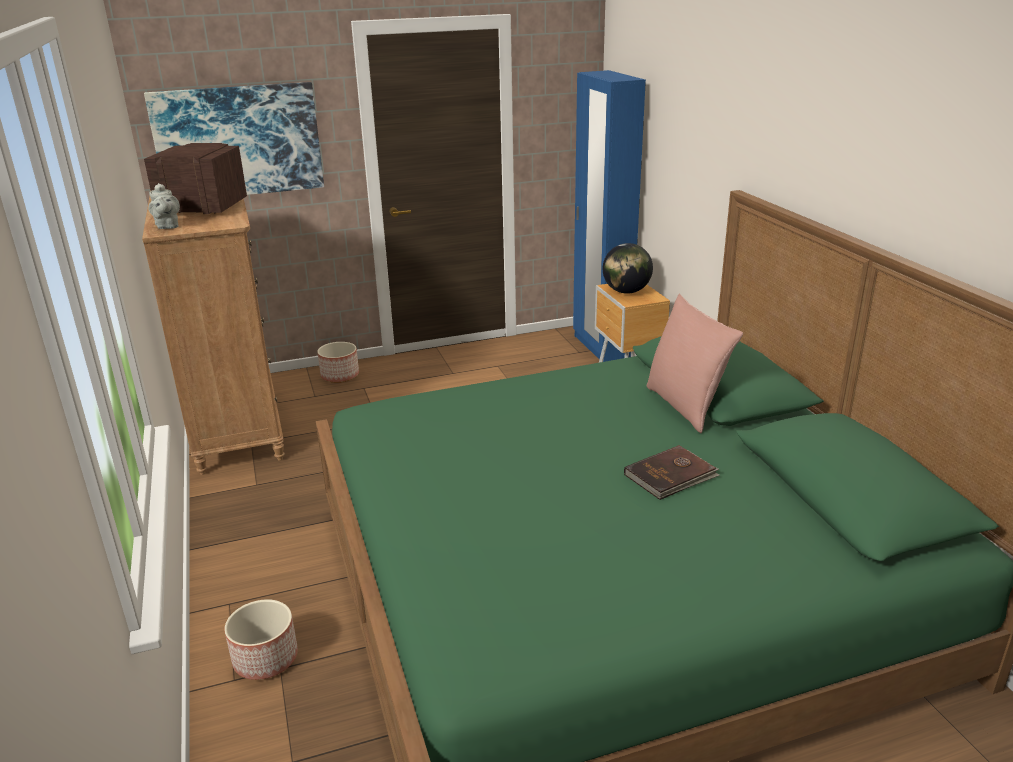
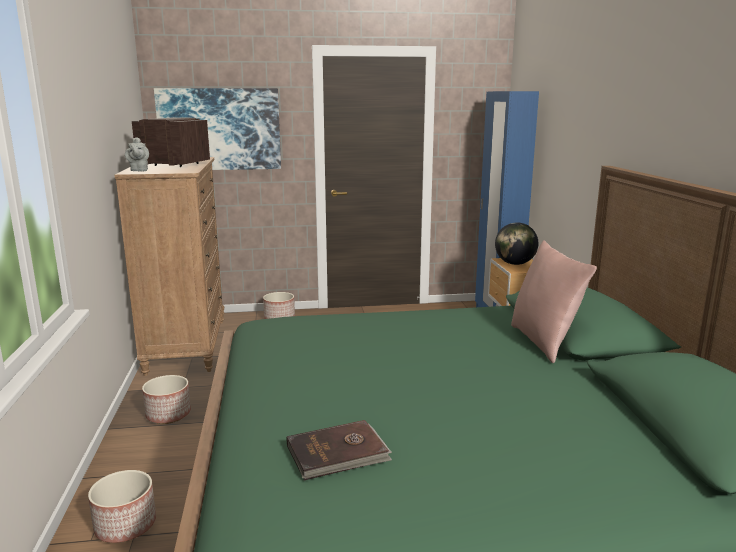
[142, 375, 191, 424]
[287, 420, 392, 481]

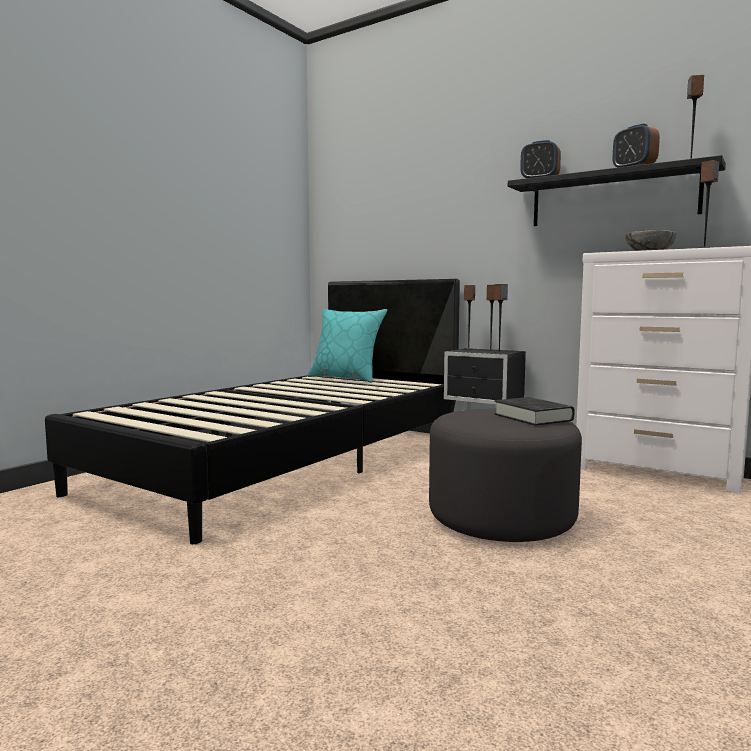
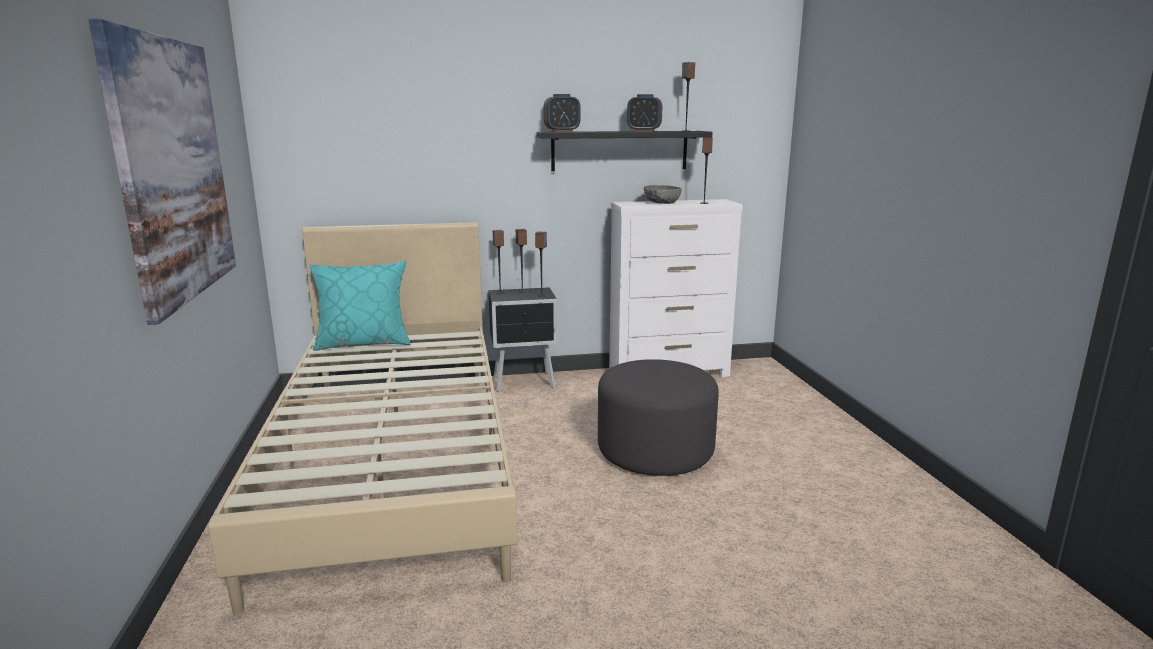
[89, 19, 236, 325]
[208, 222, 517, 616]
[494, 397, 575, 426] (first image)

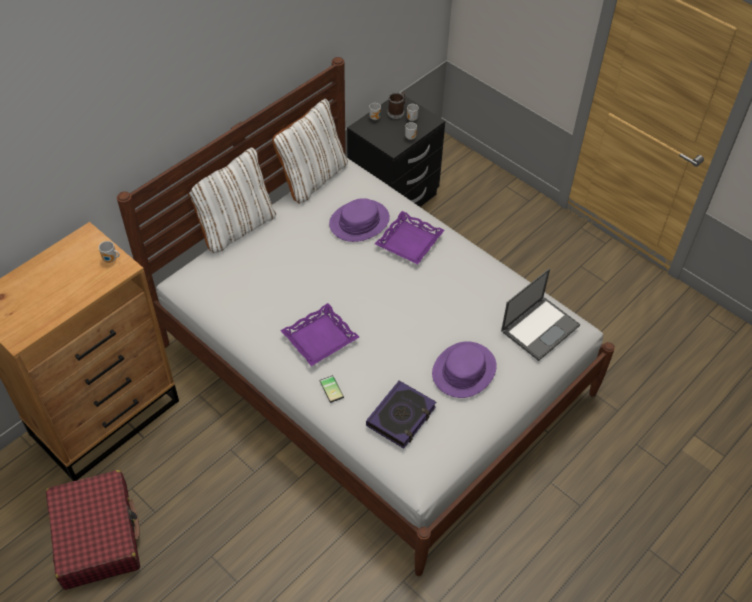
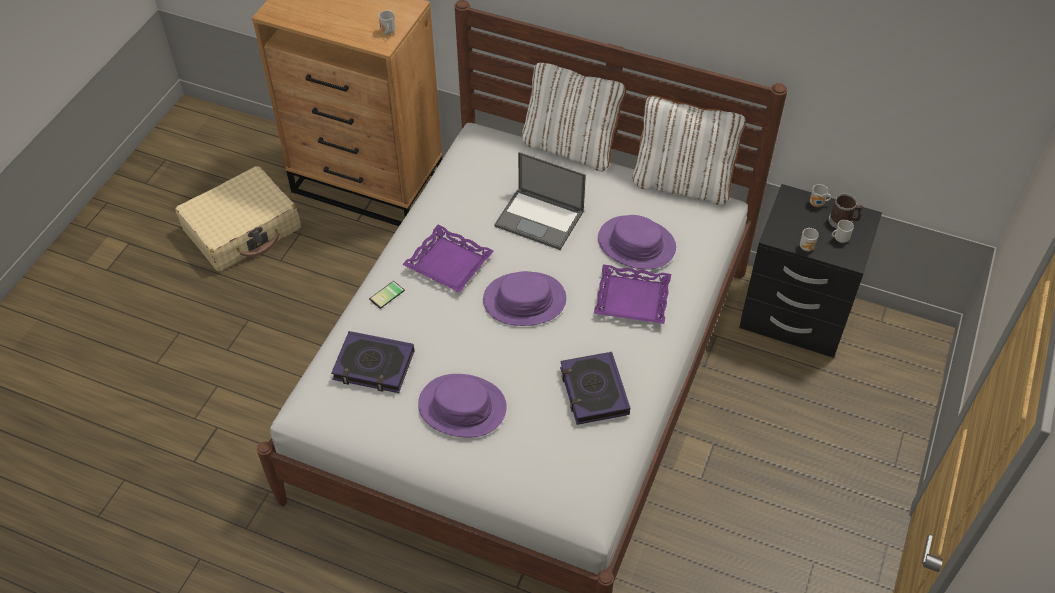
[175, 166, 301, 272]
[483, 271, 566, 326]
[494, 152, 586, 250]
[560, 352, 630, 425]

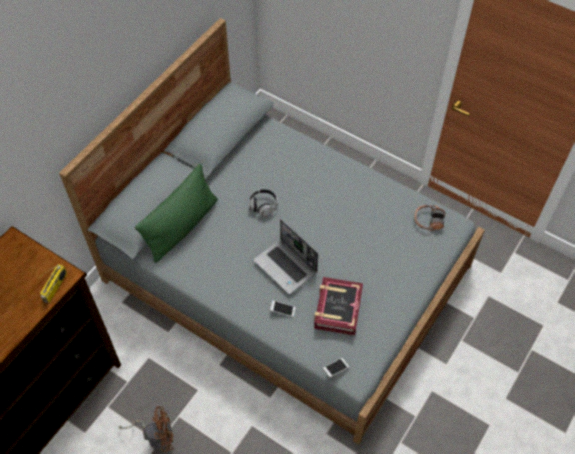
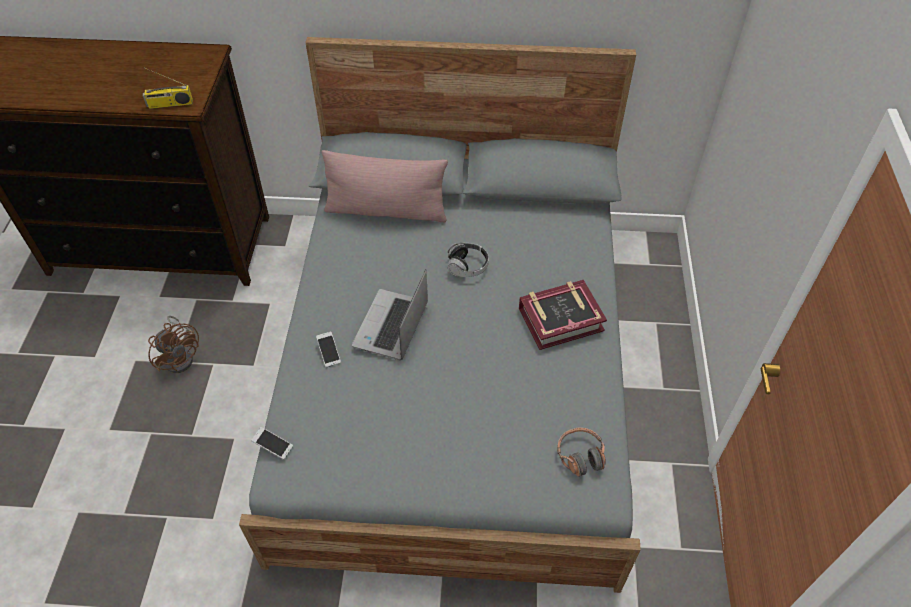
[321, 150, 448, 222]
[519, 280, 607, 350]

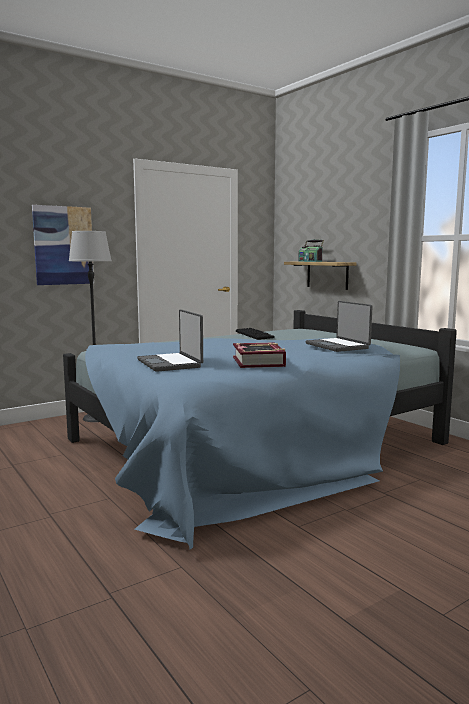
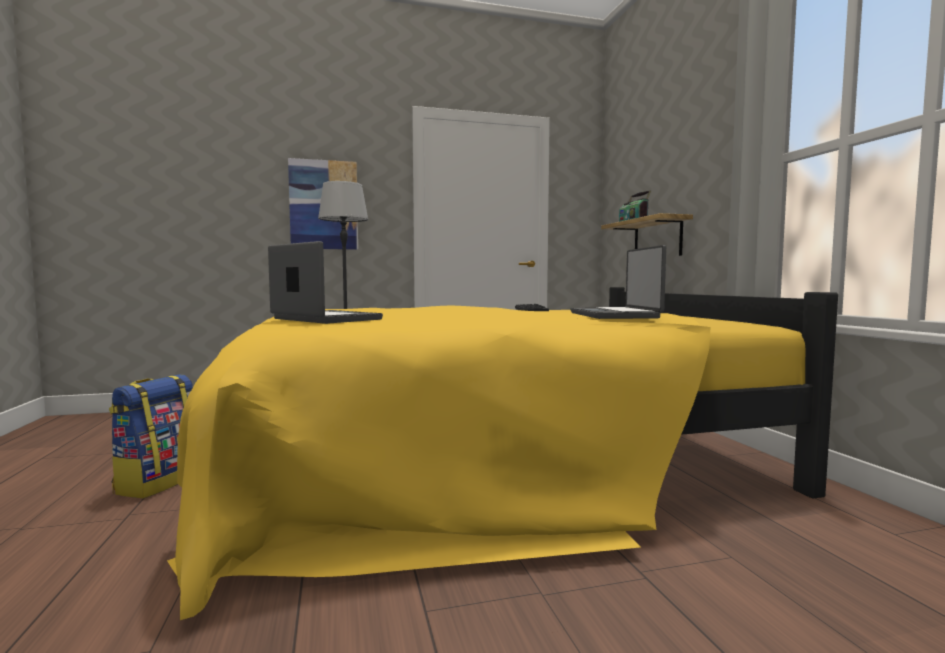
[109, 374, 193, 498]
[167, 287, 838, 620]
[268, 241, 383, 324]
[233, 342, 286, 368] (first image)

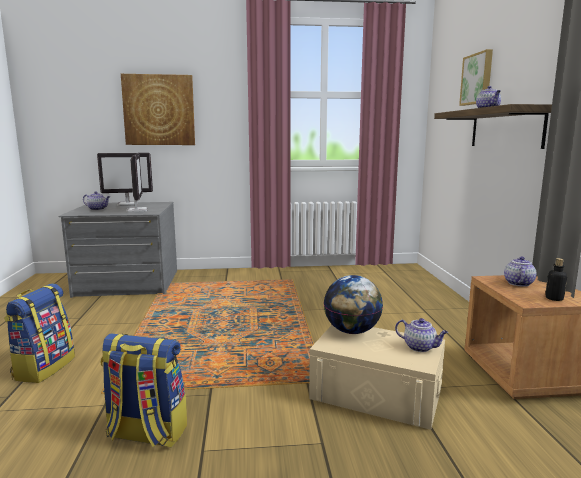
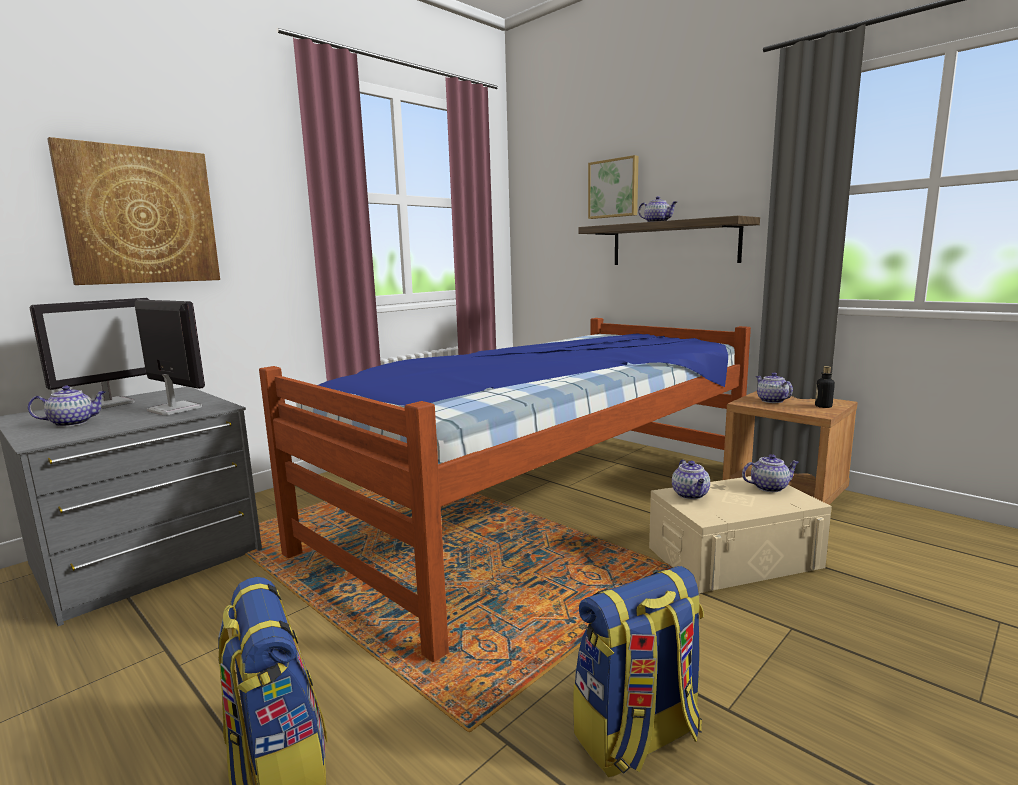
[259, 318, 751, 662]
[672, 460, 710, 499]

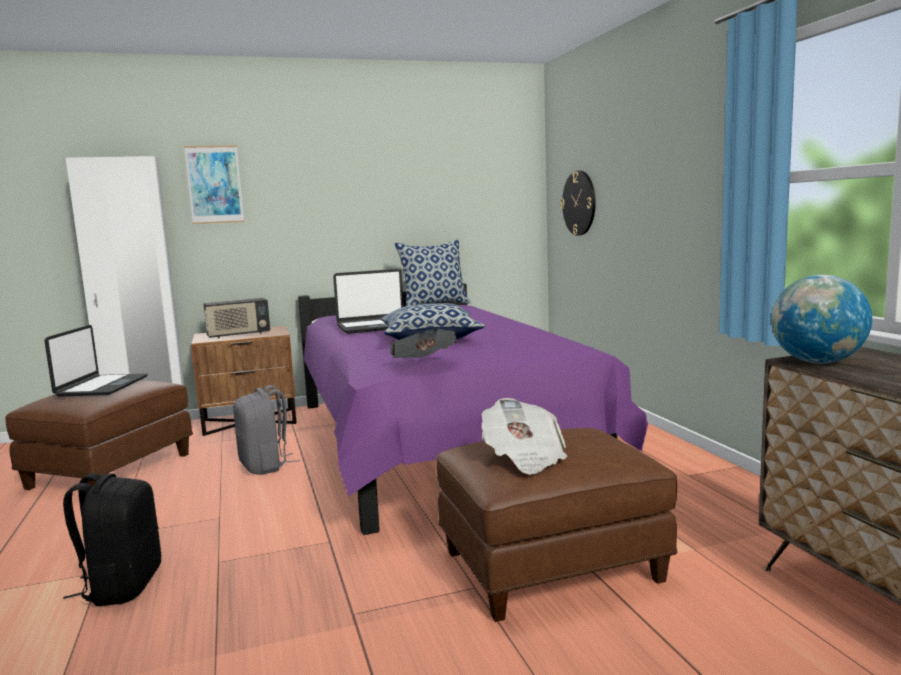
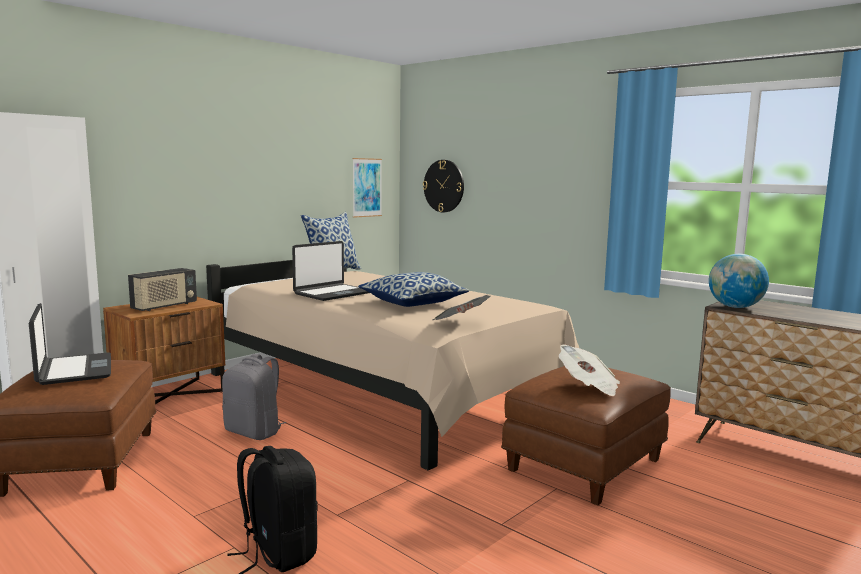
[206, 260, 579, 471]
[352, 158, 382, 218]

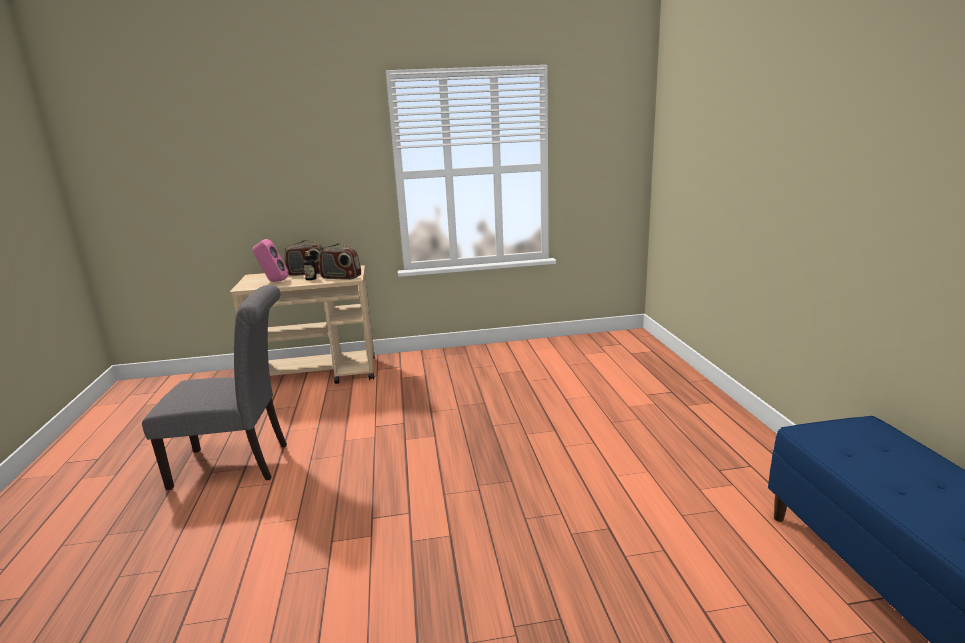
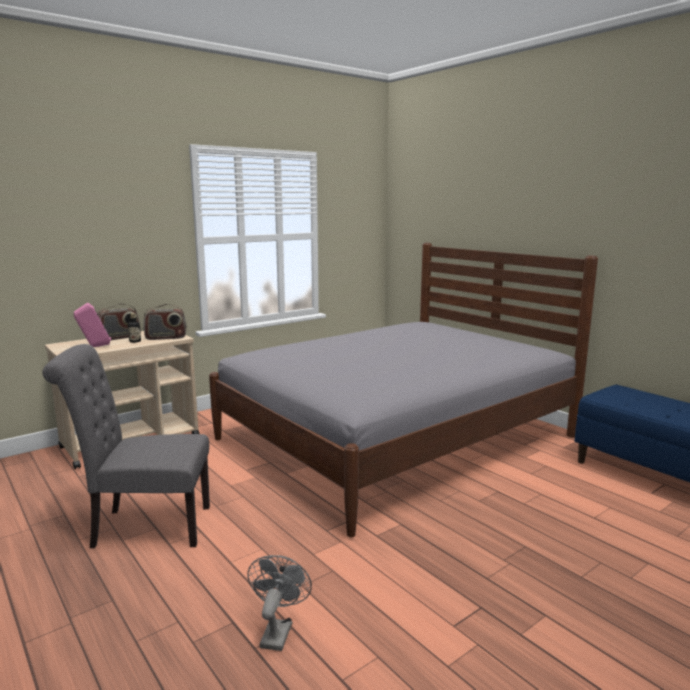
[42, 344, 210, 548]
[209, 243, 598, 537]
[247, 555, 312, 651]

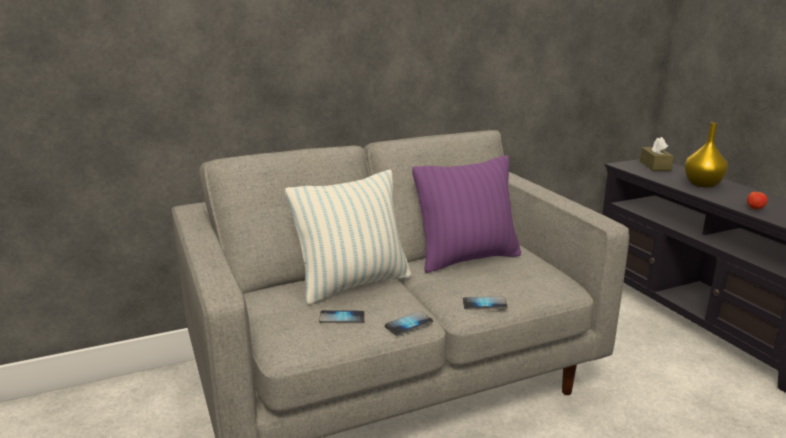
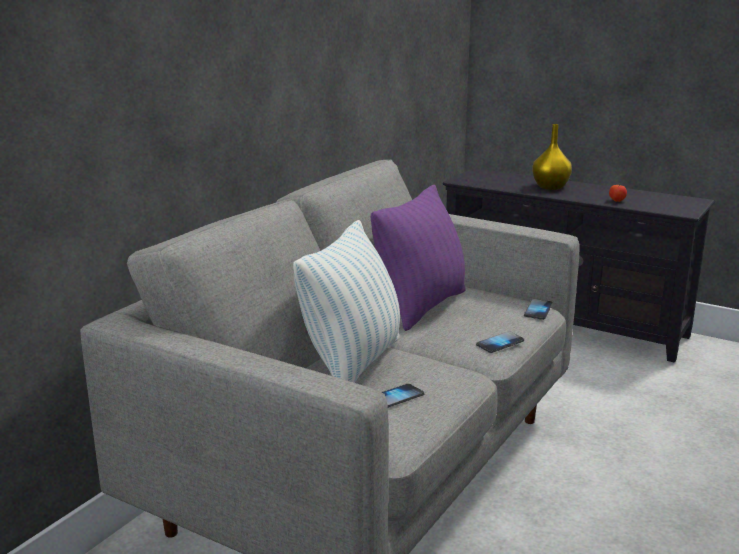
[524, 299, 553, 320]
[640, 137, 674, 171] (first image)

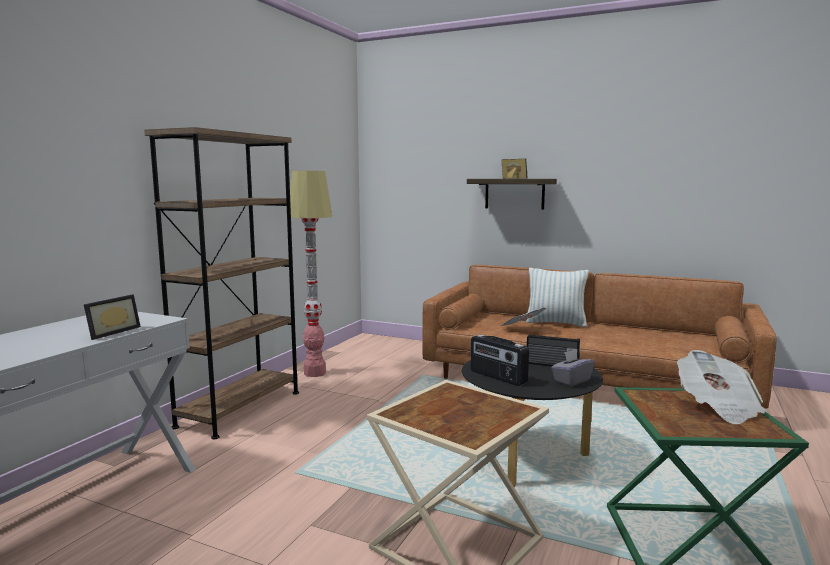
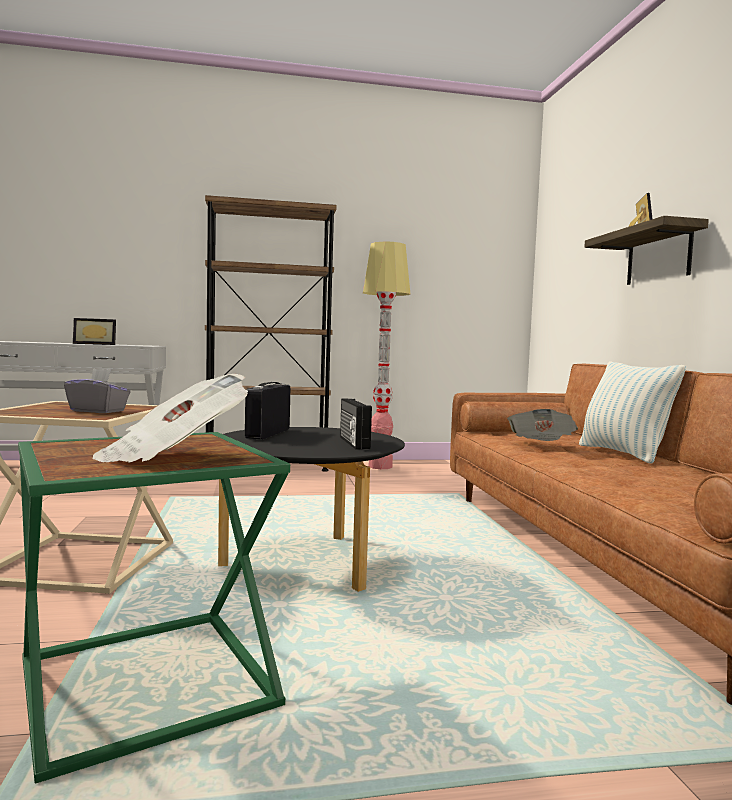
[64, 368, 131, 413]

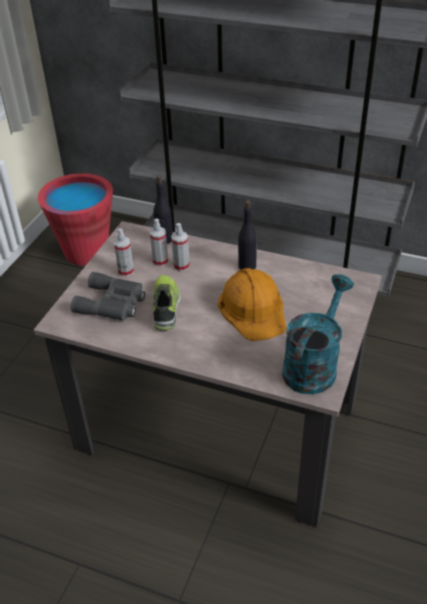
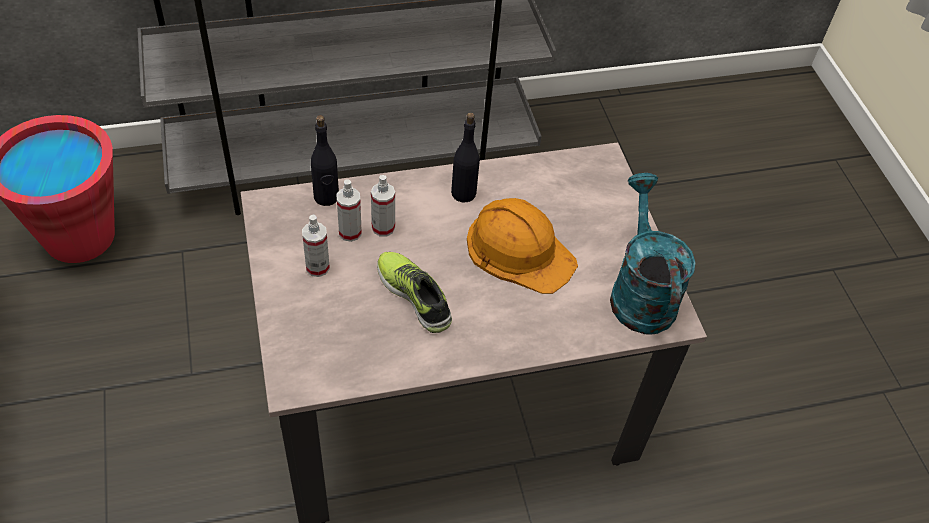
[71, 272, 145, 321] (first image)

